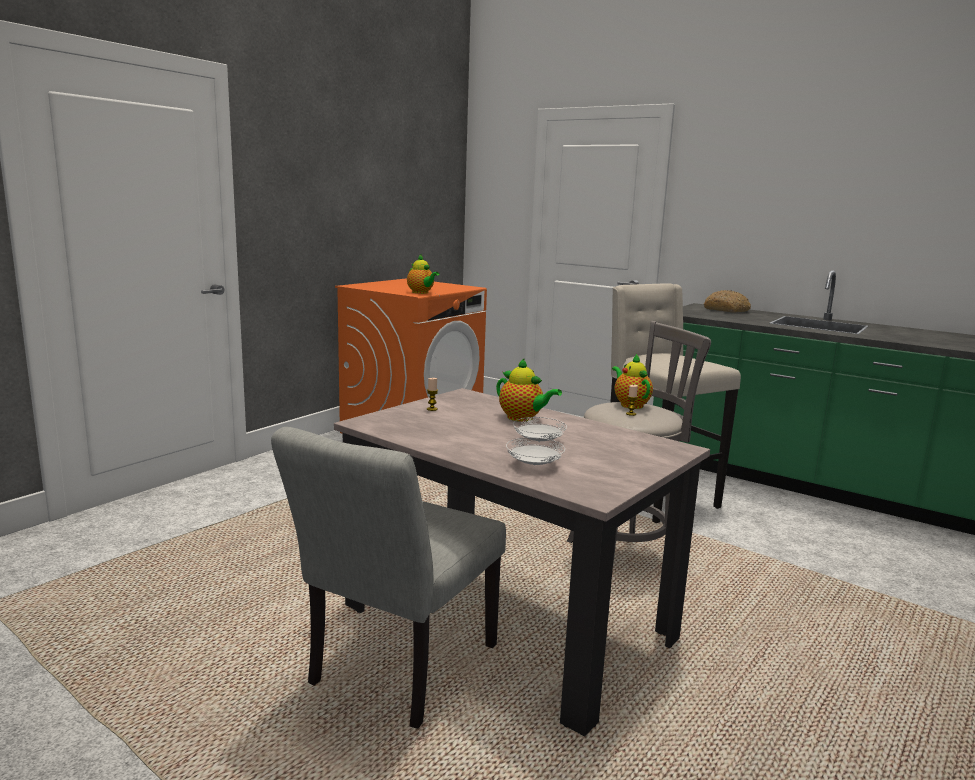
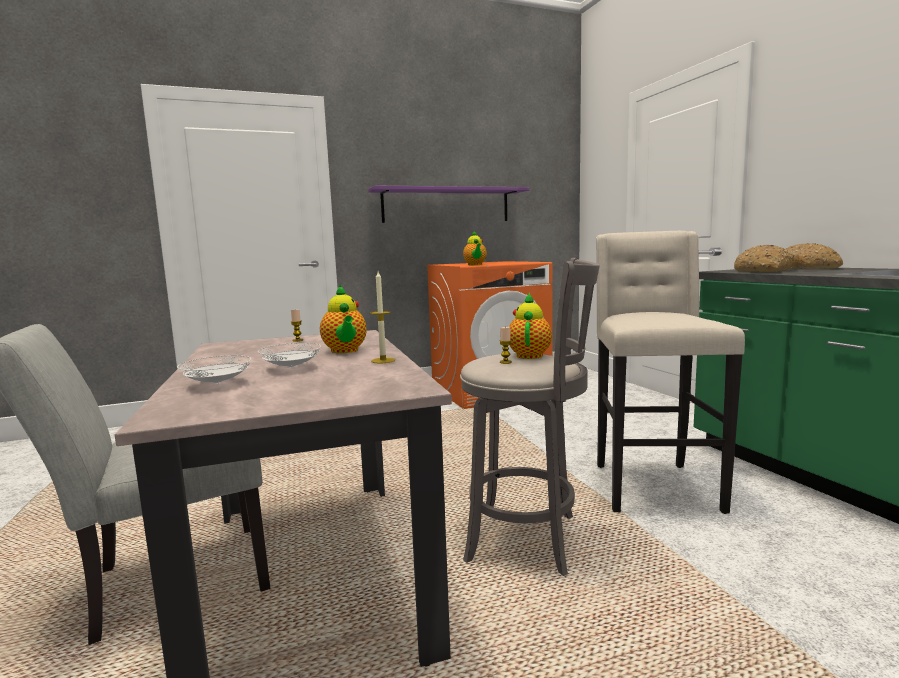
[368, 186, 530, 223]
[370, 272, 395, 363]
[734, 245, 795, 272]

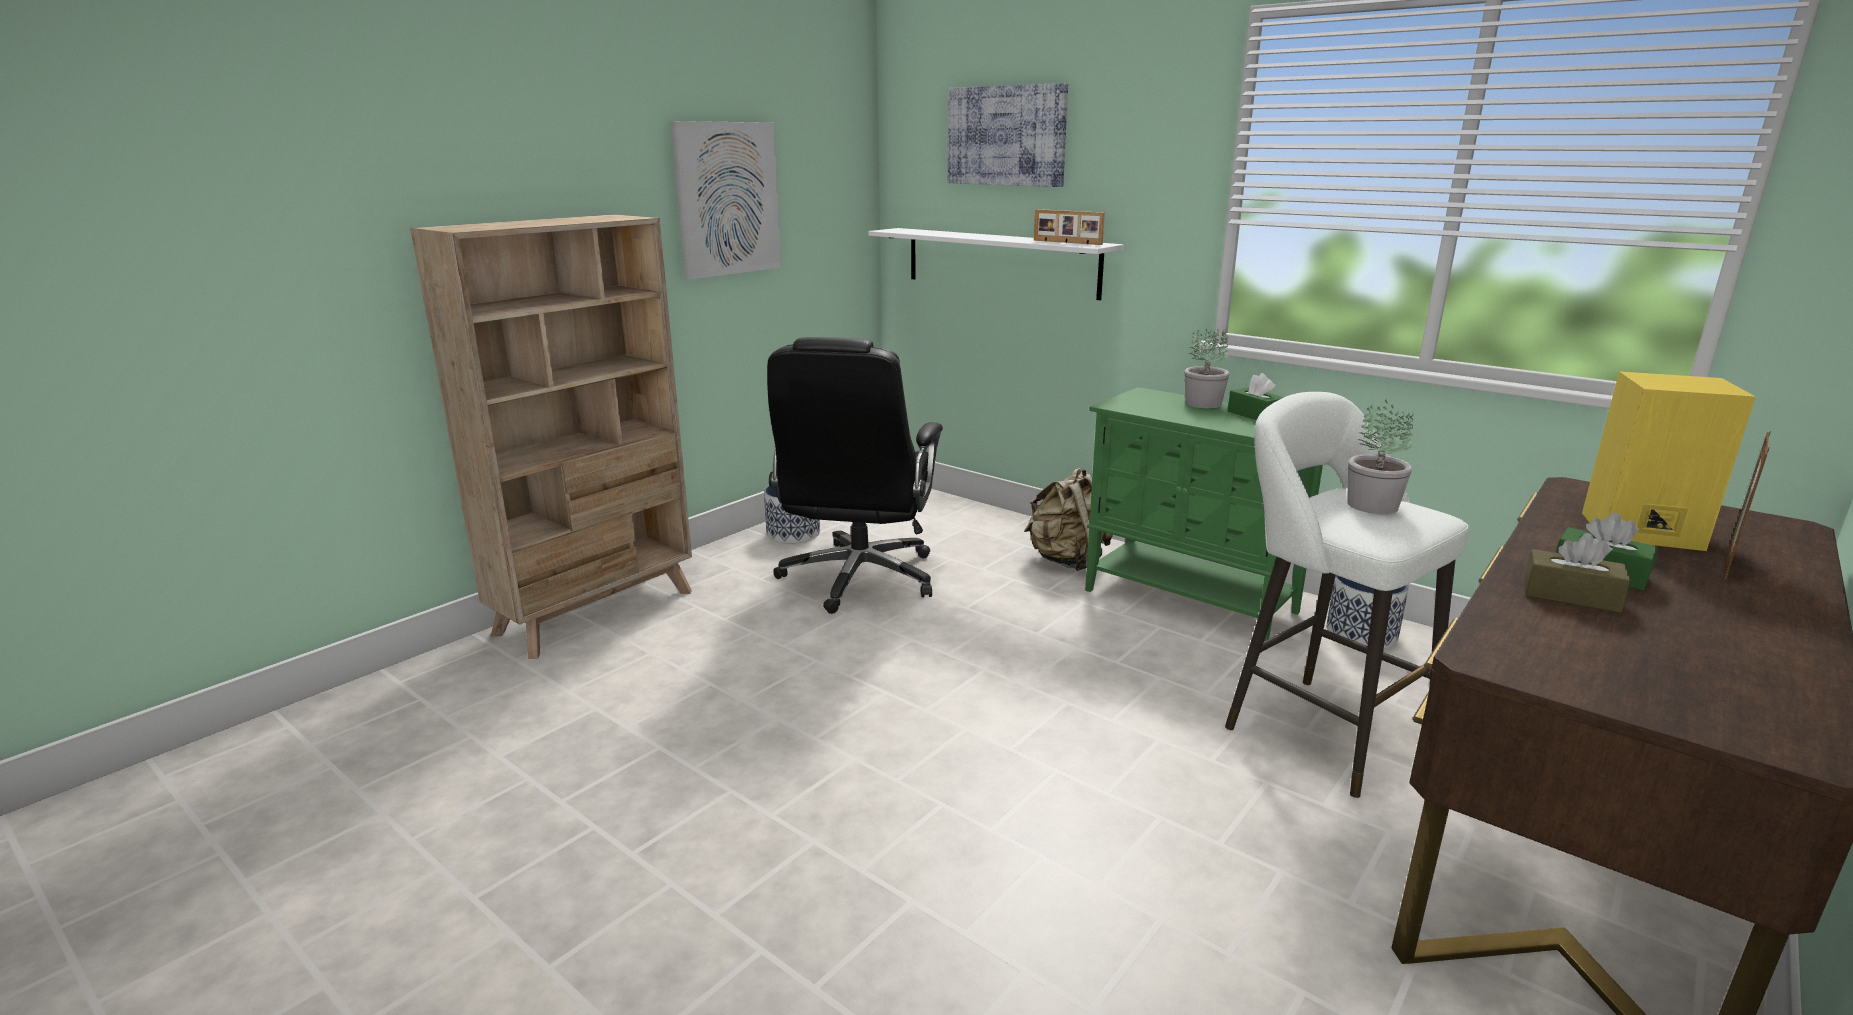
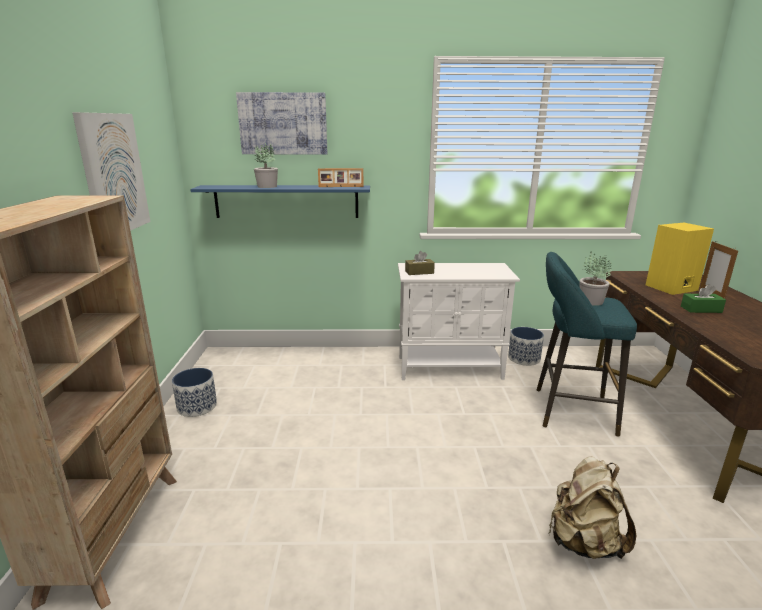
[190, 185, 370, 218]
[254, 143, 278, 188]
[398, 263, 520, 380]
[405, 251, 435, 275]
[537, 252, 637, 437]
[548, 457, 636, 559]
[767, 337, 943, 614] (first image)
[1228, 373, 1284, 420] (first image)

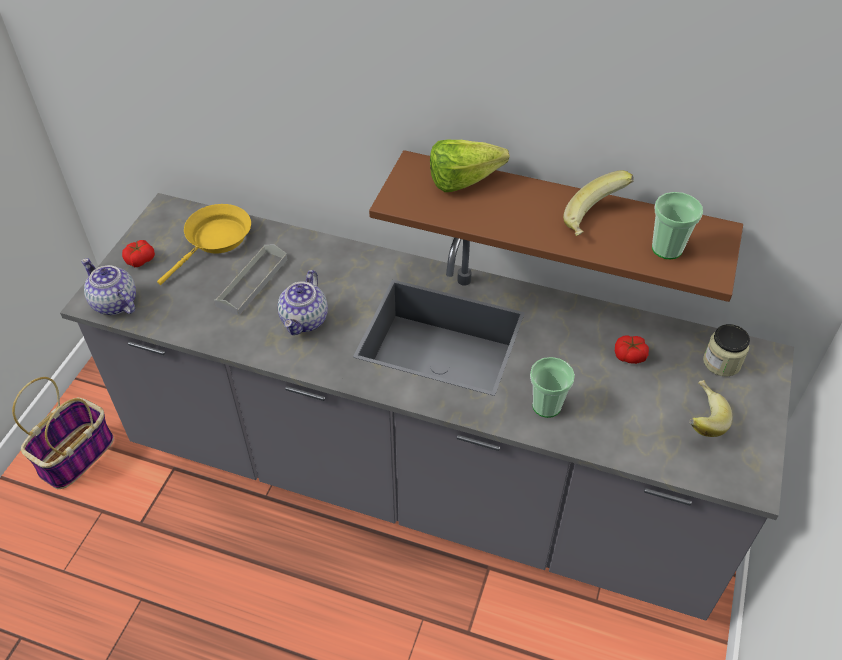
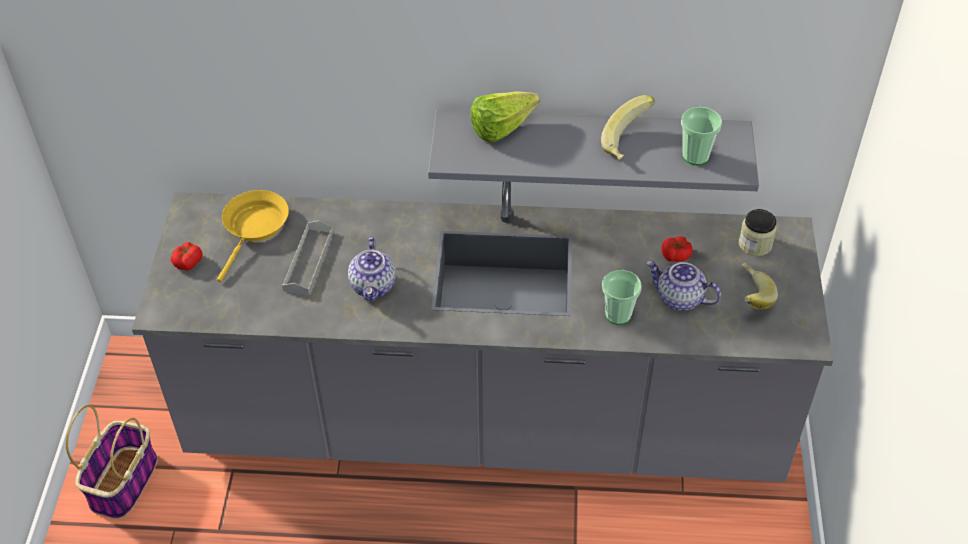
[428, 110, 759, 191]
[646, 261, 721, 311]

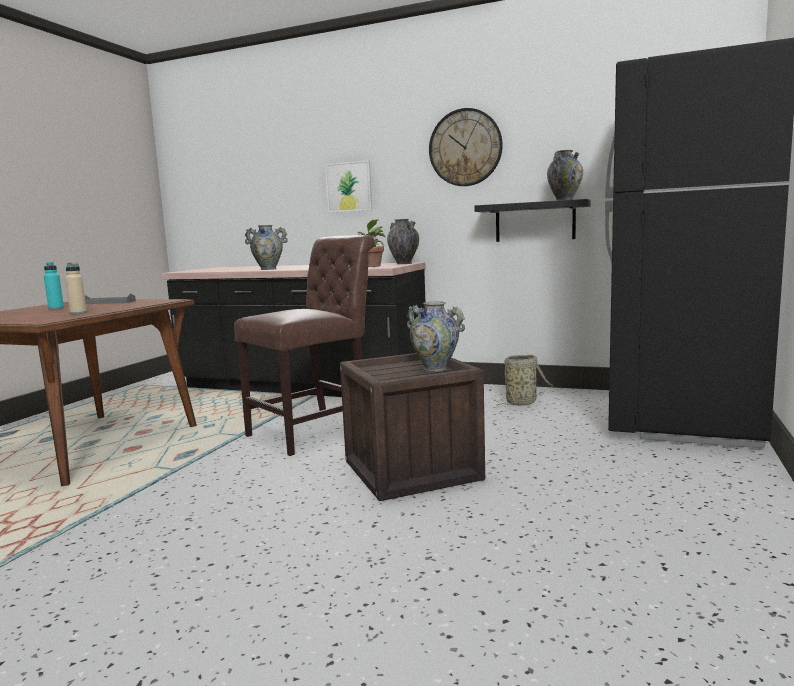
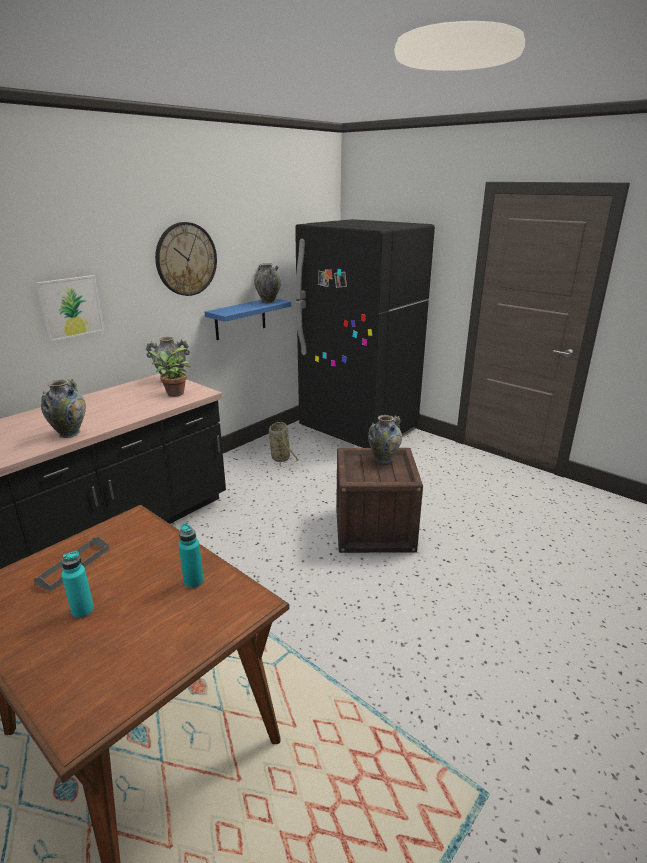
[179, 524, 204, 588]
[205, 299, 291, 340]
[234, 235, 375, 456] (first image)

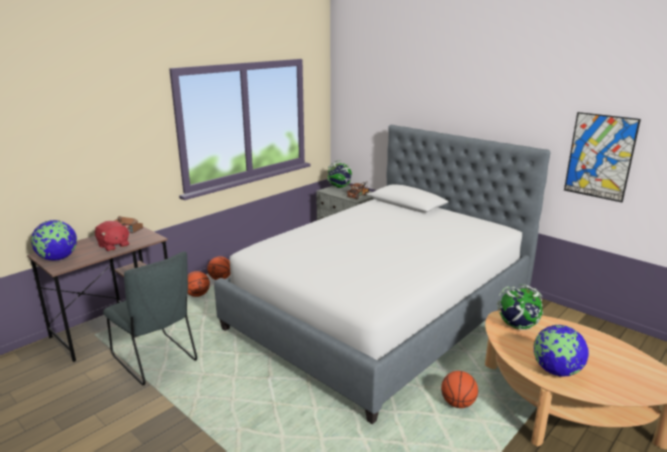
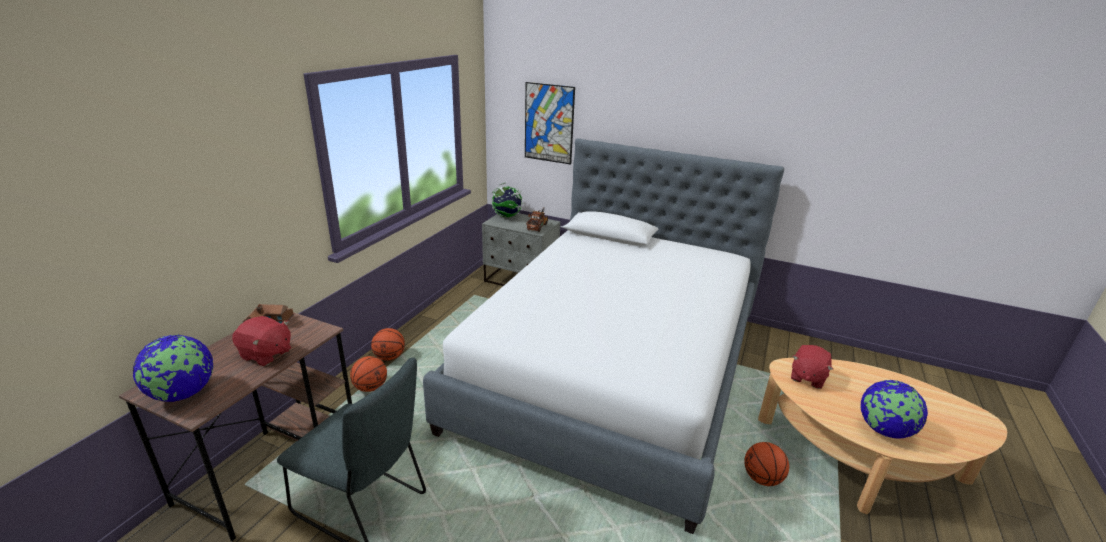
[525, 82, 575, 165]
[791, 345, 833, 389]

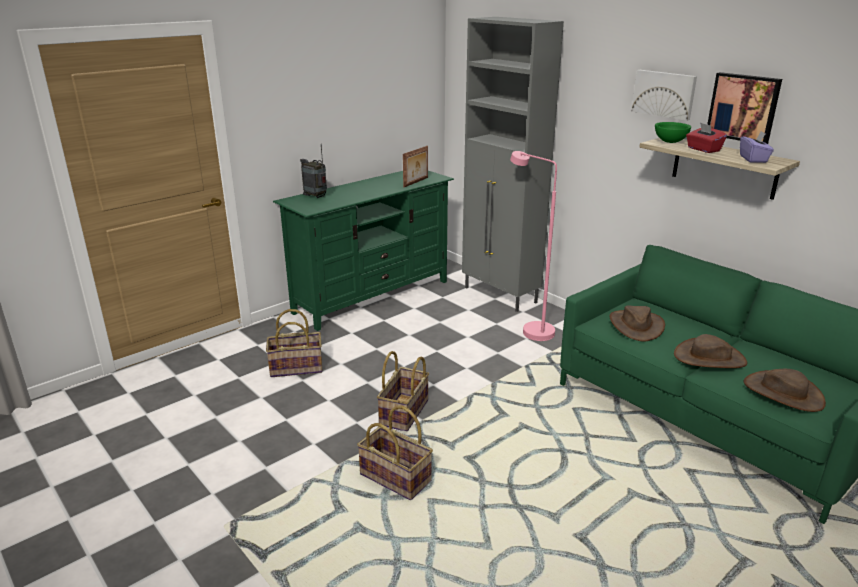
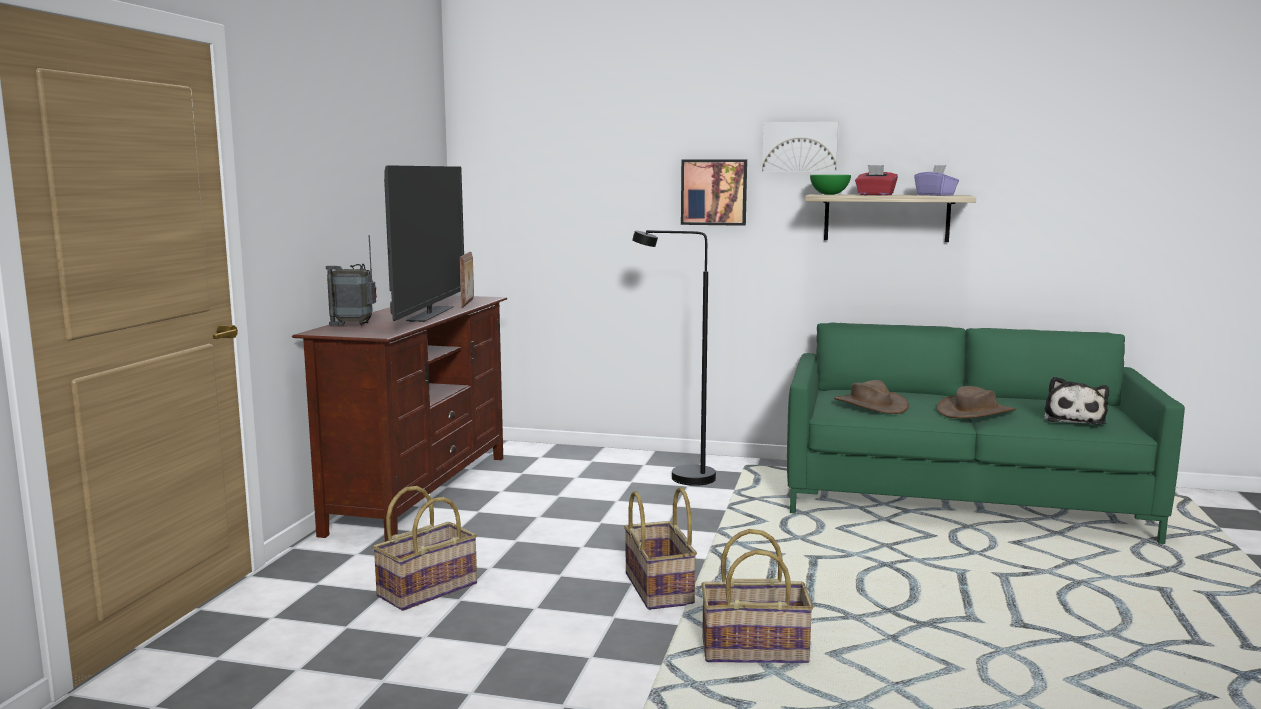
[292, 295, 507, 542]
[384, 165, 464, 322]
[632, 230, 716, 486]
[681, 159, 747, 226]
[1044, 377, 1109, 425]
[462, 17, 564, 312] (first image)

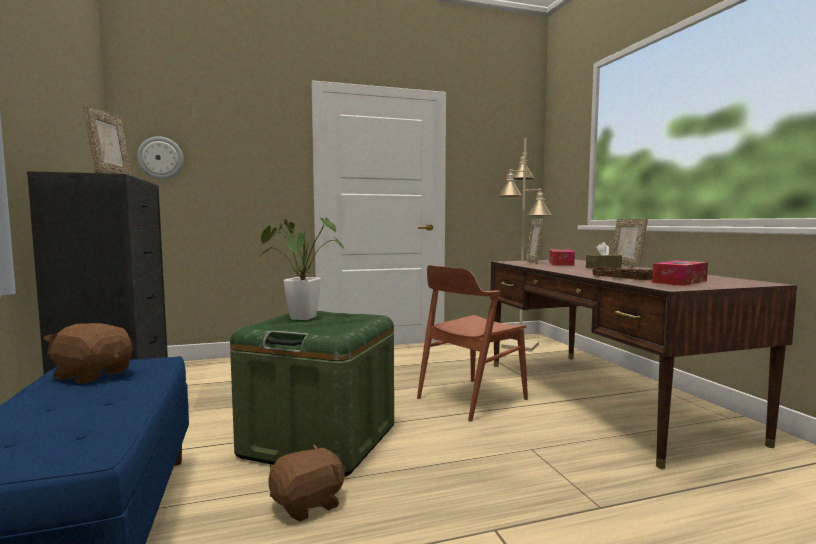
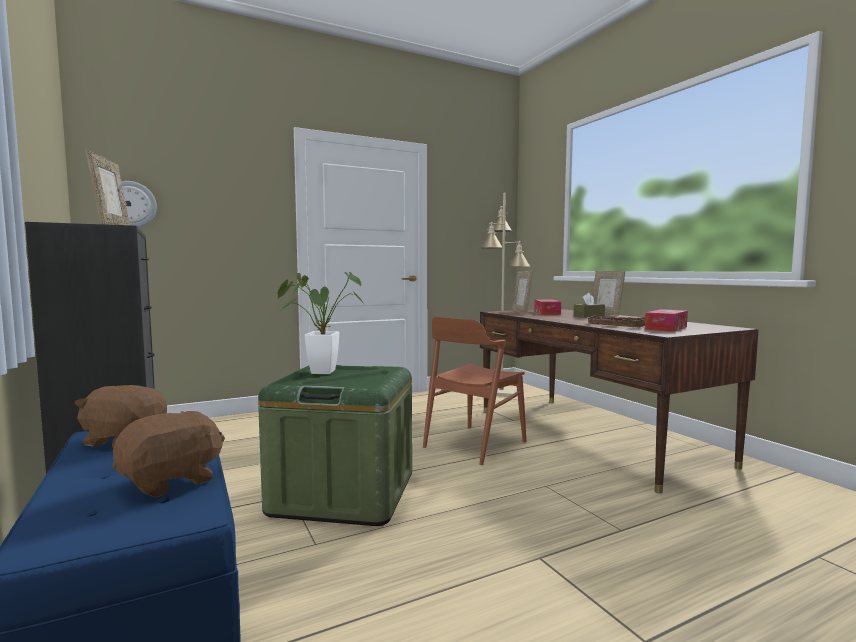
[113, 411, 225, 497]

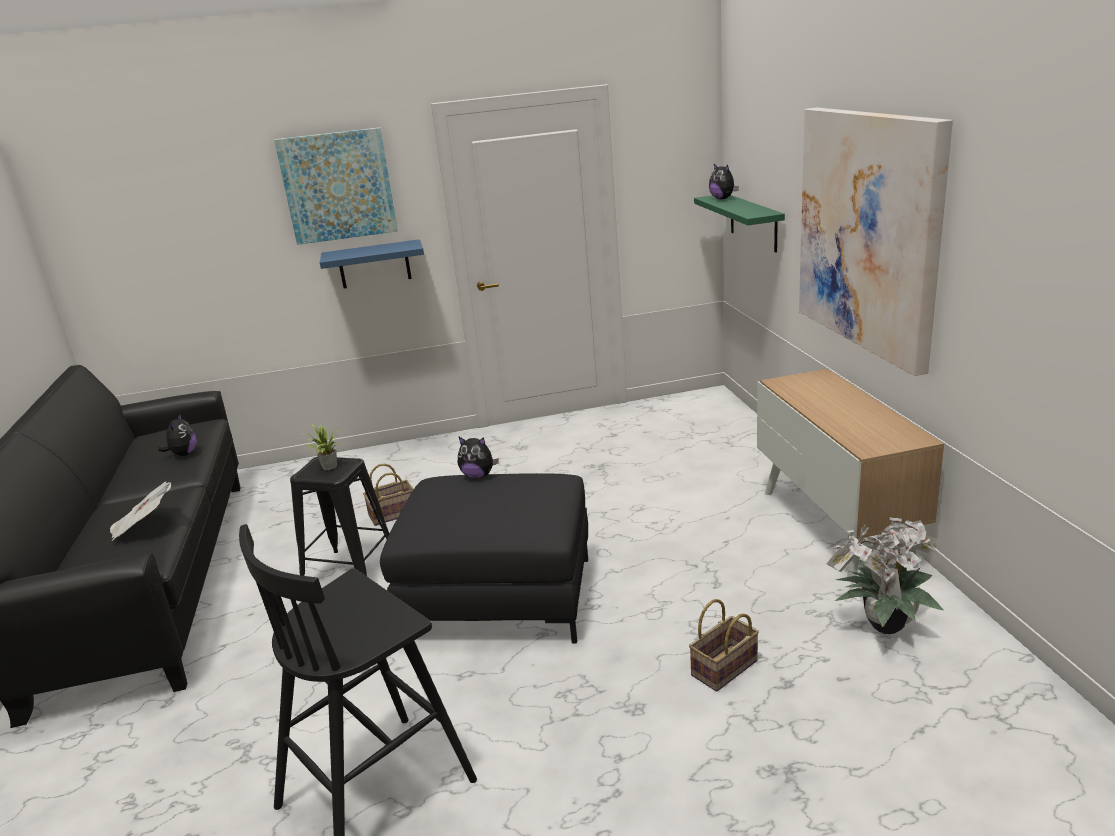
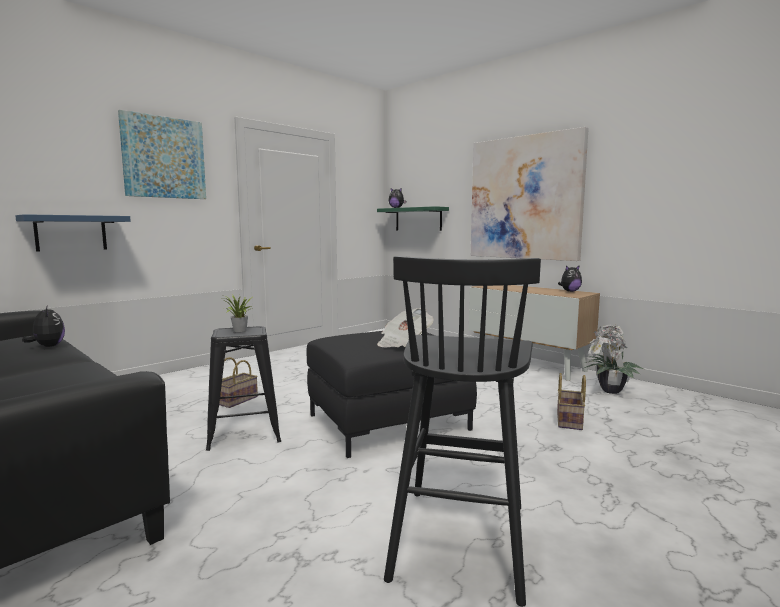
[15, 214, 131, 252]
[377, 308, 433, 347]
[558, 265, 582, 292]

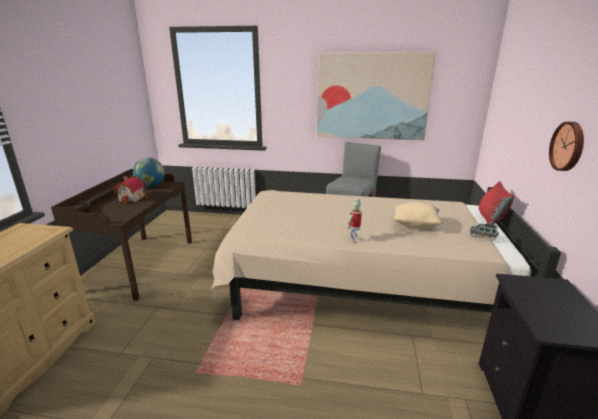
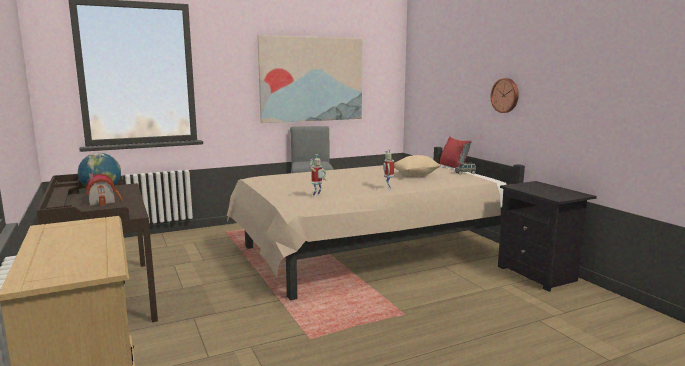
[309, 154, 326, 197]

